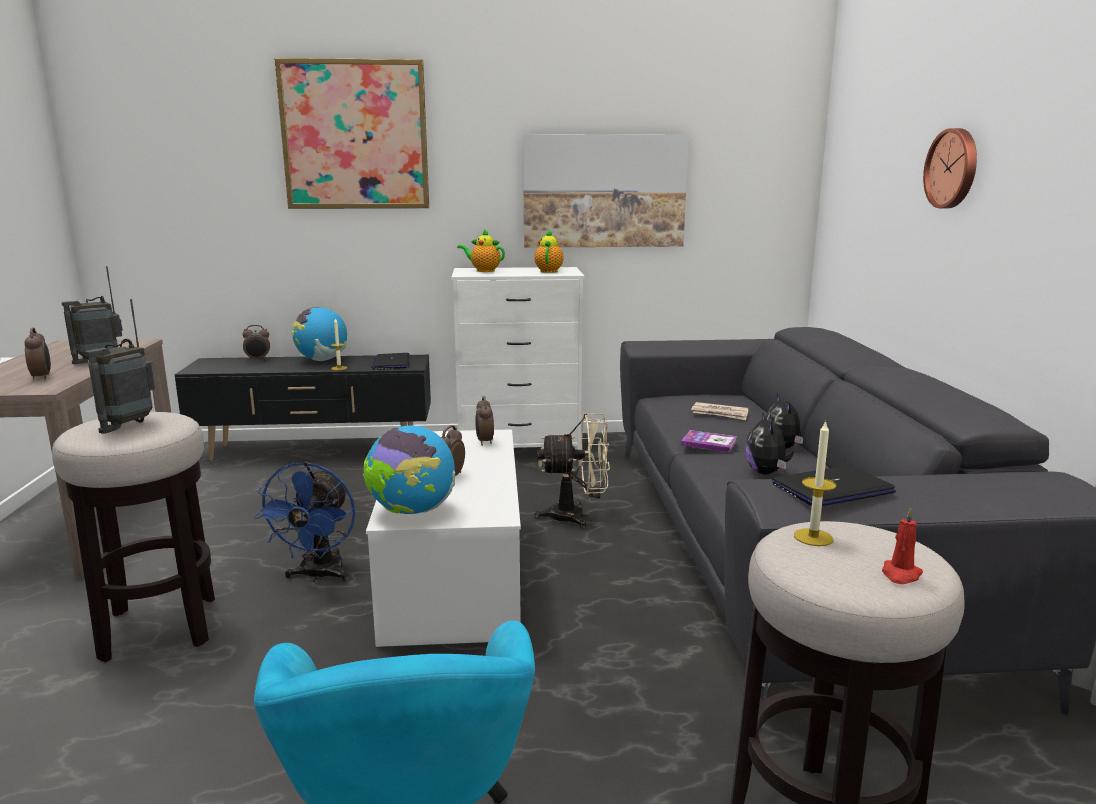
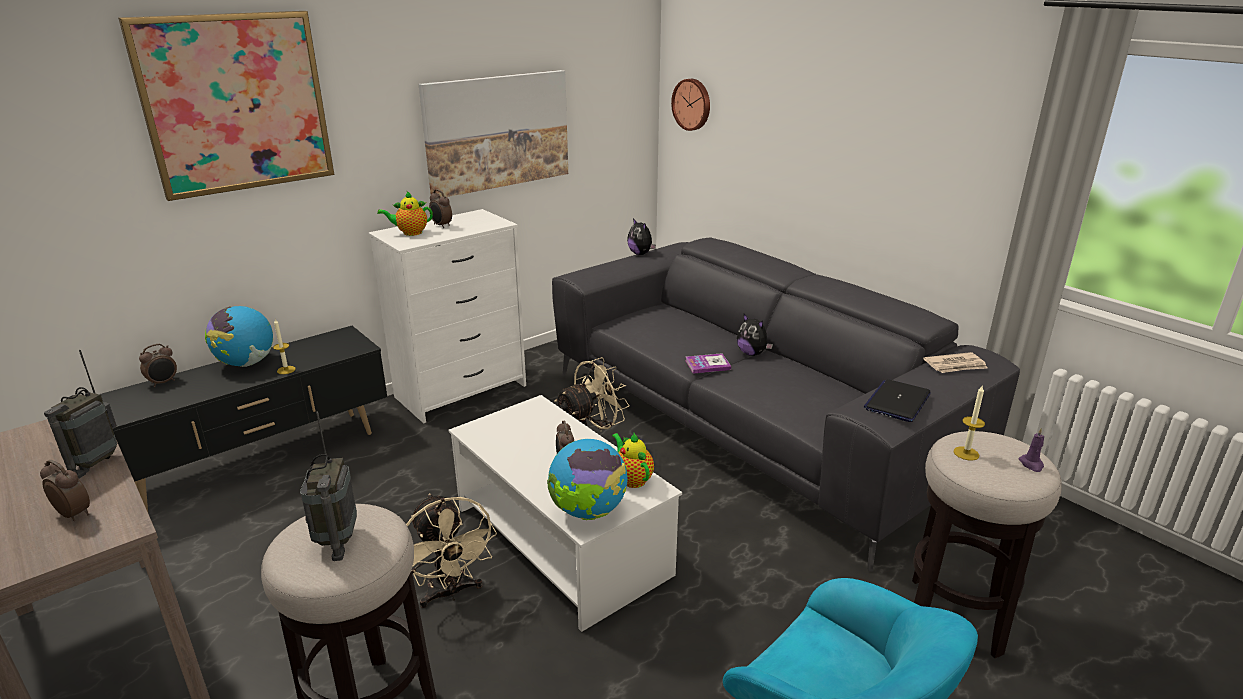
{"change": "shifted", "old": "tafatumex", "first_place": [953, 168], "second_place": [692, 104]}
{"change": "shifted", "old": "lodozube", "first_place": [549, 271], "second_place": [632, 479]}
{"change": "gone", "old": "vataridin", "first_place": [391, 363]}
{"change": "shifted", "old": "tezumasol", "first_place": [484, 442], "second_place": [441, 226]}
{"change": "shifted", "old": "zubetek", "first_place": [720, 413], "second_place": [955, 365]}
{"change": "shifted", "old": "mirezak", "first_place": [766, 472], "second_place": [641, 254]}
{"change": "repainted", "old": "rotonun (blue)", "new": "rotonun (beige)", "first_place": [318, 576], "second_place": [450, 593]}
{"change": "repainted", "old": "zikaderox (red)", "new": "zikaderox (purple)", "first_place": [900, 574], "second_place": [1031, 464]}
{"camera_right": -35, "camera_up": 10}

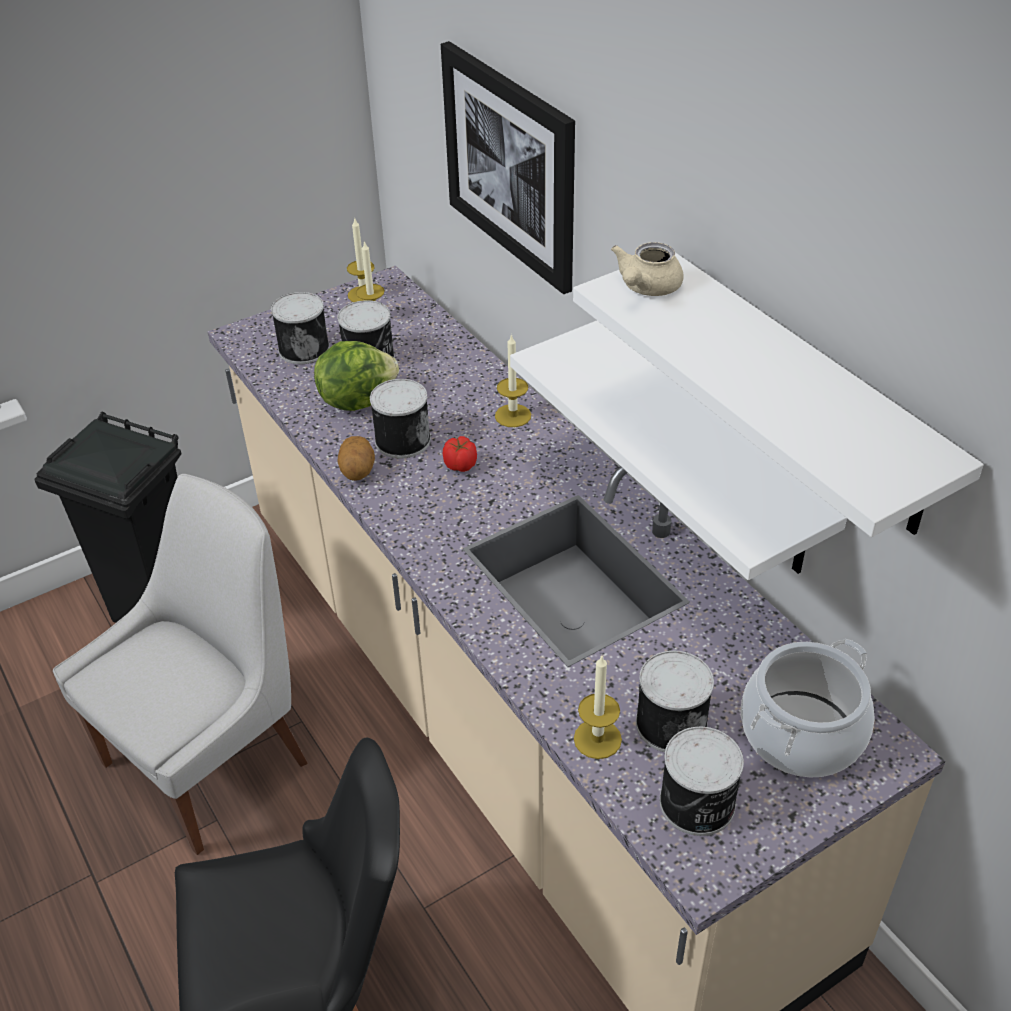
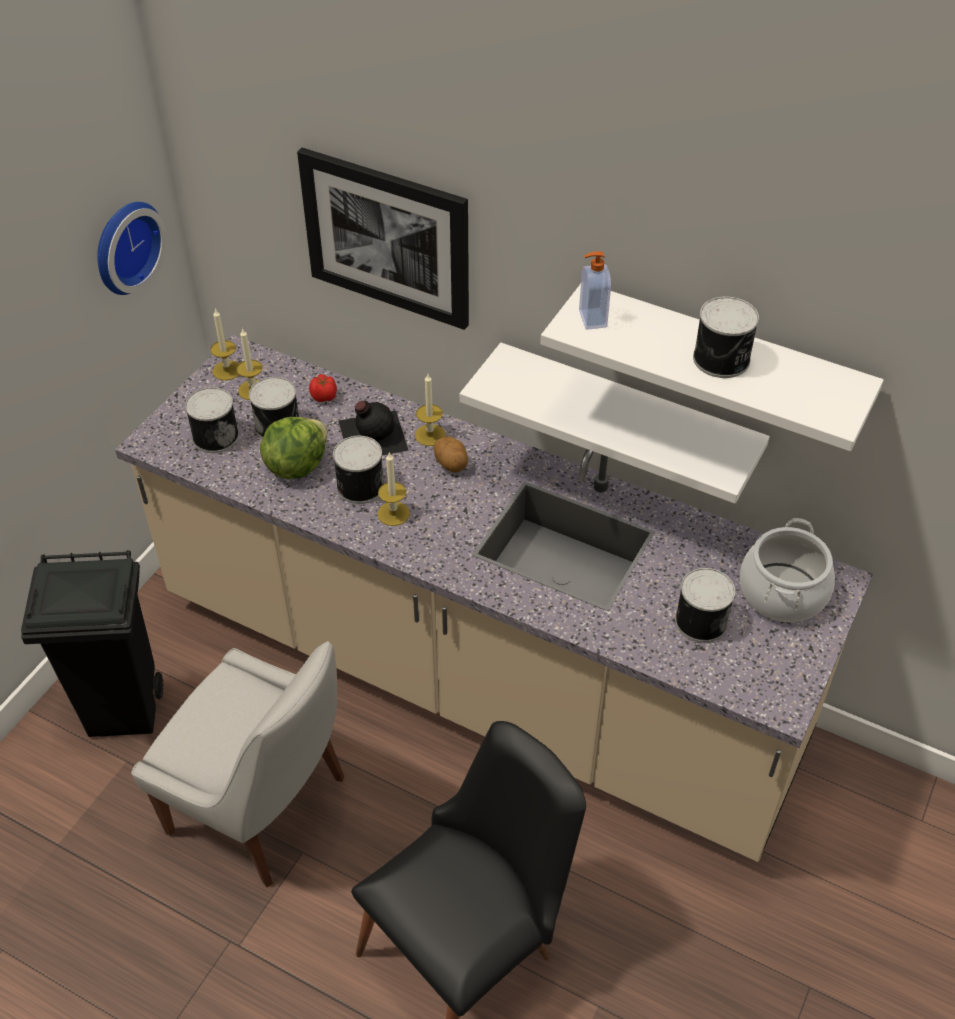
{"change": "swapped", "old": "lodozube (beige)", "new": "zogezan", "first_place": [646, 288], "second_place": [591, 319]}
{"change": "shifted", "old": "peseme", "first_place": [358, 471], "second_place": [451, 464]}
{"change": "shifted", "old": "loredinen", "first_place": [461, 465], "second_place": [324, 397]}
{"change": "rotated", "old": "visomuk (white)", "first_place": [212, 758], "second_place": [263, 808], "degrees": 105}
{"change": "shifted", "old": "zikaderox", "first_place": [597, 739], "second_place": [393, 513]}
{"change": "shifted", "old": "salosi", "first_place": [698, 805], "second_place": [722, 360]}
{"change": "new", "new": "tafatumex", "second_place": [124, 246]}
{"change": "new", "new": "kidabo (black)", "second_place": [371, 434]}
{"camera_right": -30, "camera_up": 5}

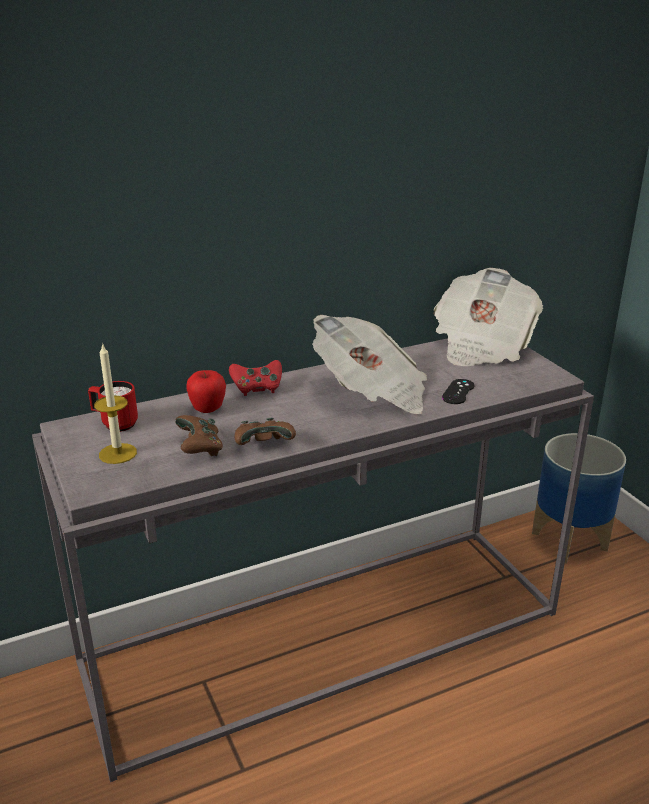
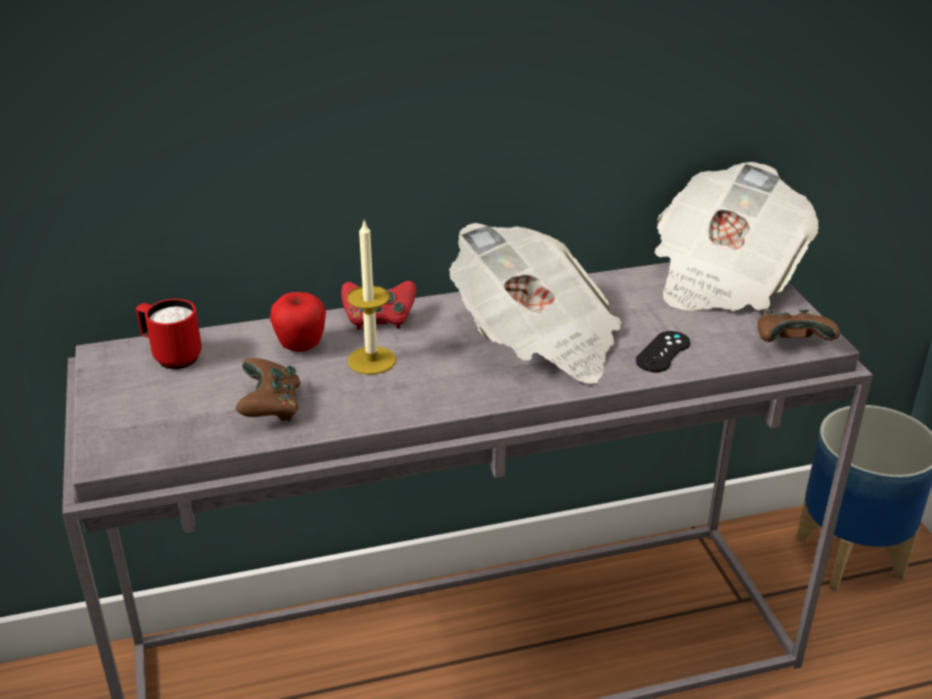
{"change": "shifted", "old": "zikaderox", "first_place": [118, 453], "second_place": [371, 360]}
{"change": "shifted", "old": "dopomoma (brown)", "first_place": [264, 446], "second_place": [791, 344]}
{"camera_right": 10, "camera_up": 5}

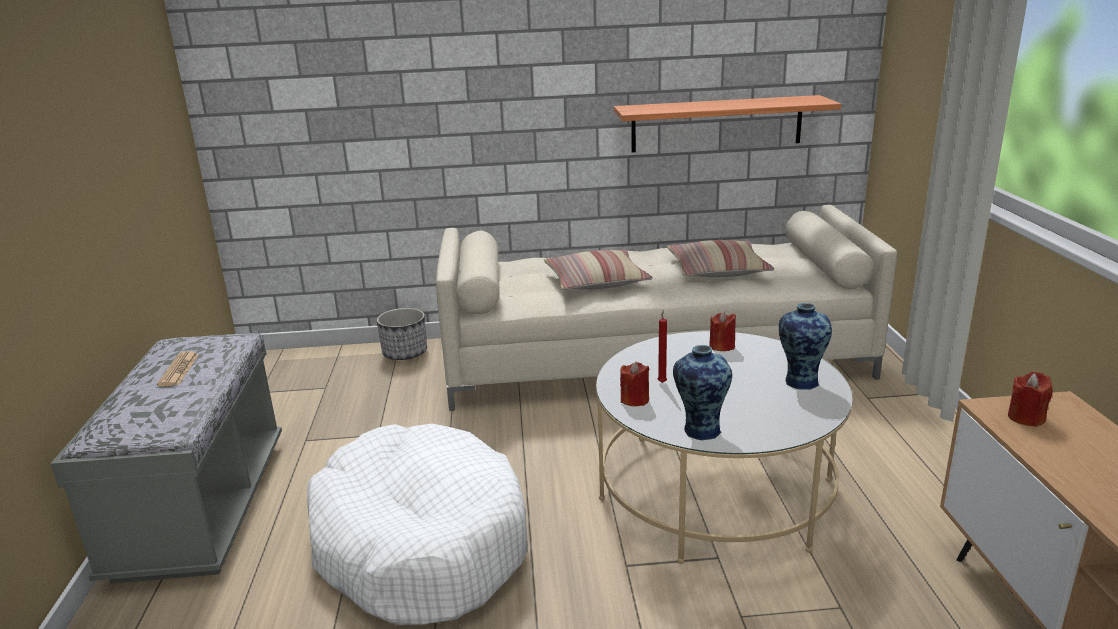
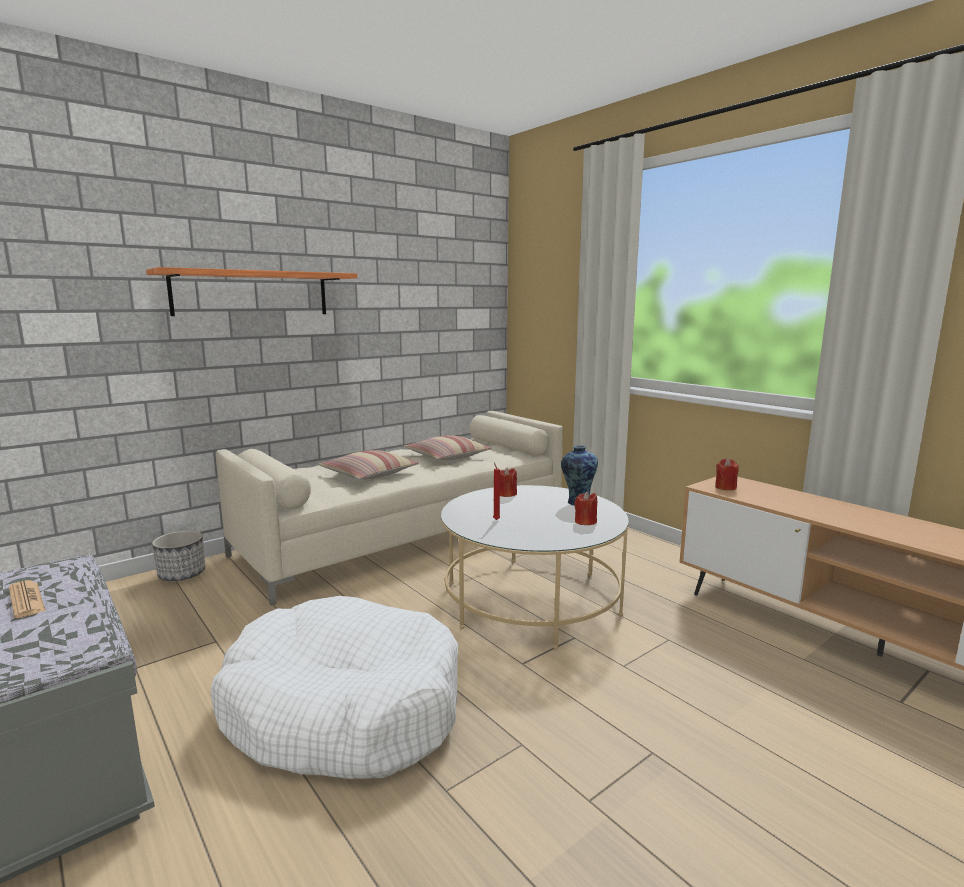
{"change": "shifted", "old": "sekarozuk", "first_place": [716, 124], "second_place": [252, 293]}
{"change": "gone", "old": "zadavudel", "first_place": [700, 430]}
{"change": "shifted", "old": "zikaderox (red)", "first_place": [634, 400], "second_place": [585, 522]}
{"camera_right": -35, "camera_up": -10}

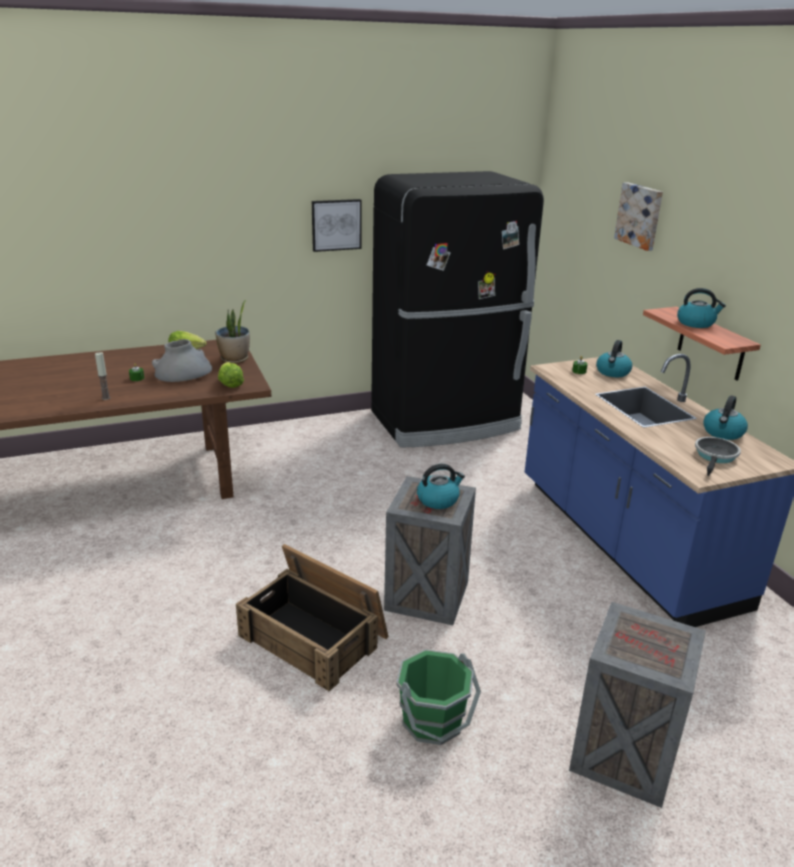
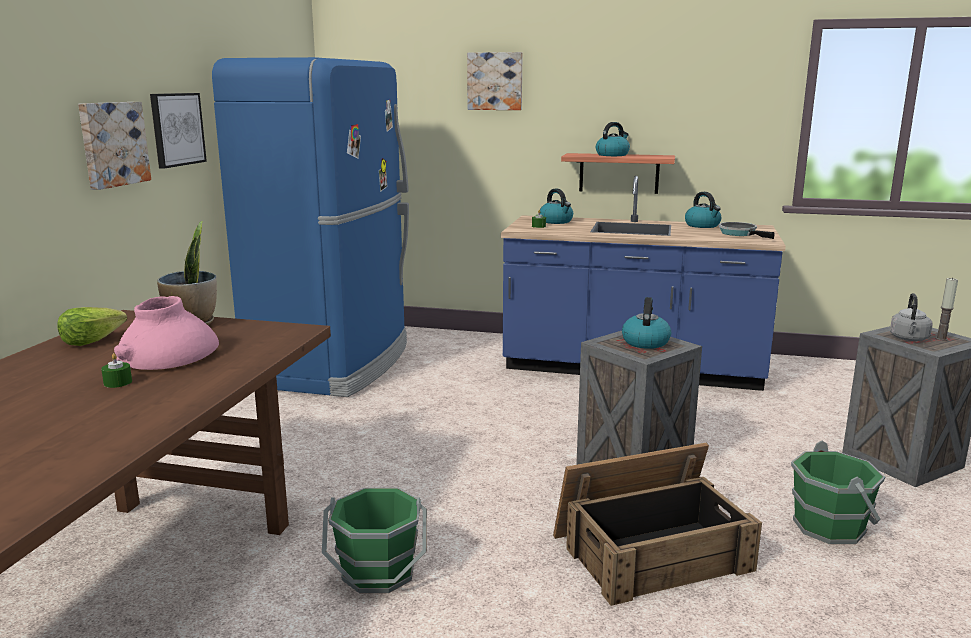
{"change": "repainted", "old": "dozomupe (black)", "new": "dozomupe (blue)", "first_place": [446, 421], "second_place": [334, 364]}
{"change": "repainted", "old": "zadavudel (grey)", "new": "zadavudel (pink)", "first_place": [183, 373], "second_place": [168, 354]}
{"change": "shifted", "old": "zikaderox", "first_place": [106, 398], "second_place": [941, 339]}
{"change": "gone", "old": "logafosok", "first_place": [230, 383]}
{"change": "new", "new": "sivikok", "second_place": [112, 144]}
{"change": "new", "new": "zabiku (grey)", "second_place": [909, 339]}
{"change": "new", "new": "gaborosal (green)", "second_place": [378, 572]}
{"camera_right": -55, "camera_up": -10}

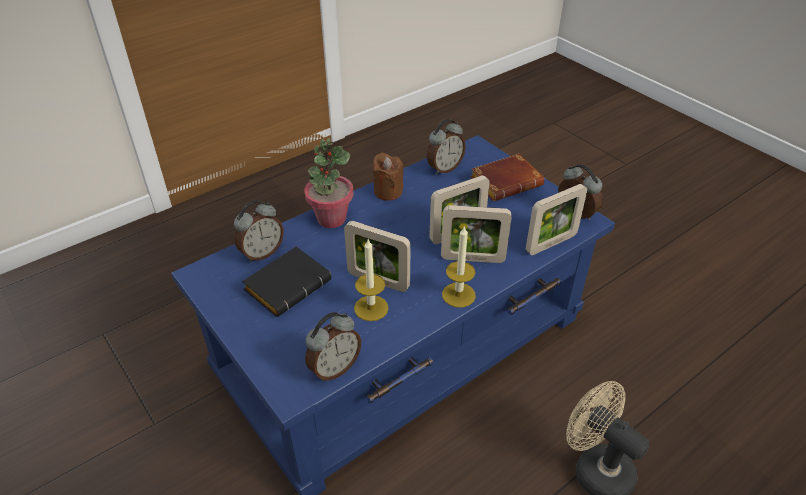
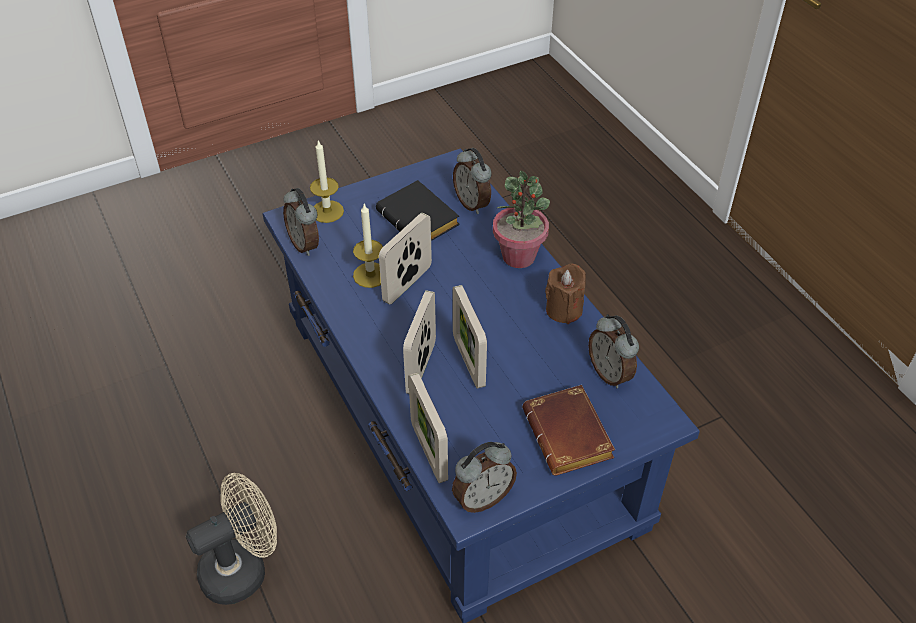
{"change": "shifted", "old": "zikaderox", "first_place": [458, 295], "second_place": [327, 211]}
{"camera_right": 100, "camera_up": 5}

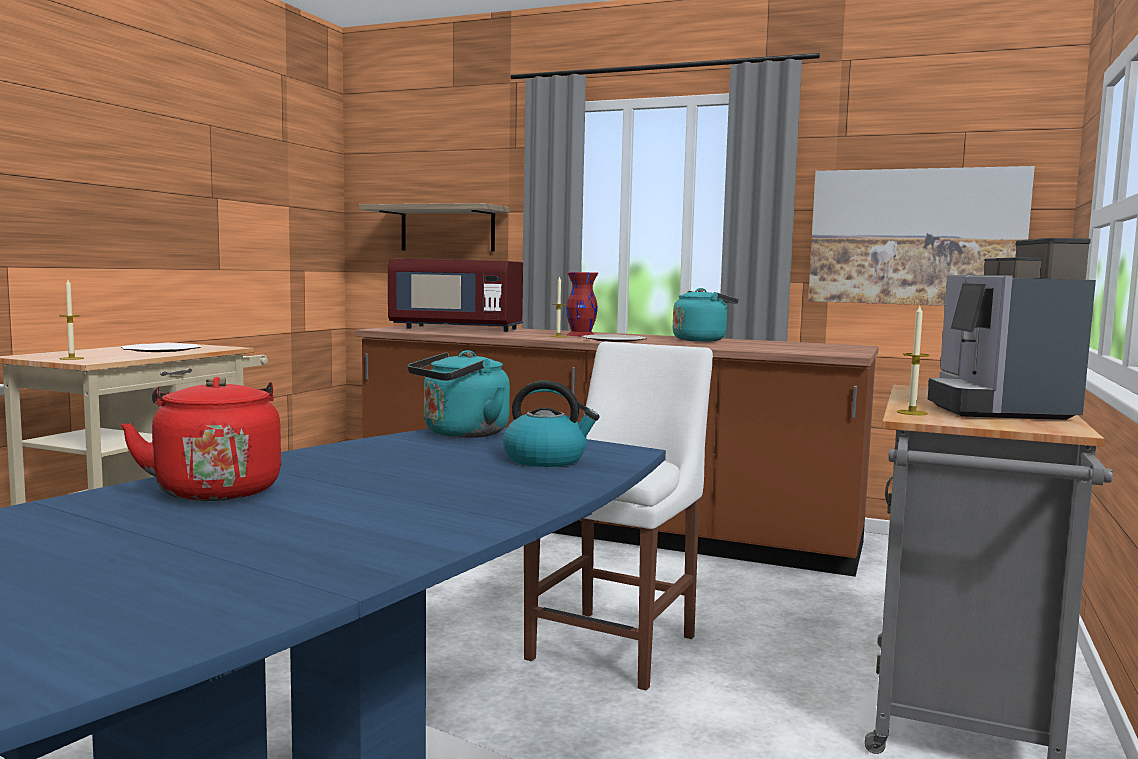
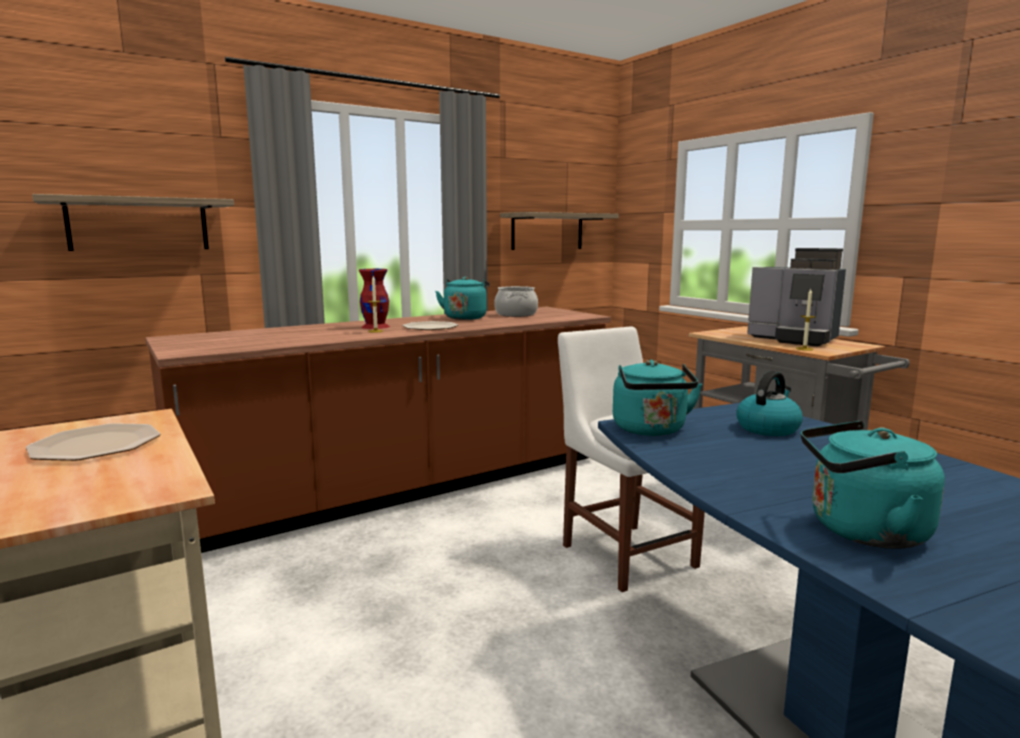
{"change": "swapped", "old": "sivikok", "new": "sekarozuk", "first_place": [915, 237], "second_place": [547, 231]}
{"change": "gone", "old": "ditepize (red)", "first_place": [457, 329]}
{"change": "gone", "old": "zikaderox", "first_place": [71, 358]}
{"change": "repainted", "old": "zabiku (red)", "new": "zabiku (turquoise)", "first_place": [216, 490], "second_place": [861, 531]}
{"change": "new", "new": "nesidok", "second_place": [515, 314]}
{"camera_right": -55, "camera_up": 5}

